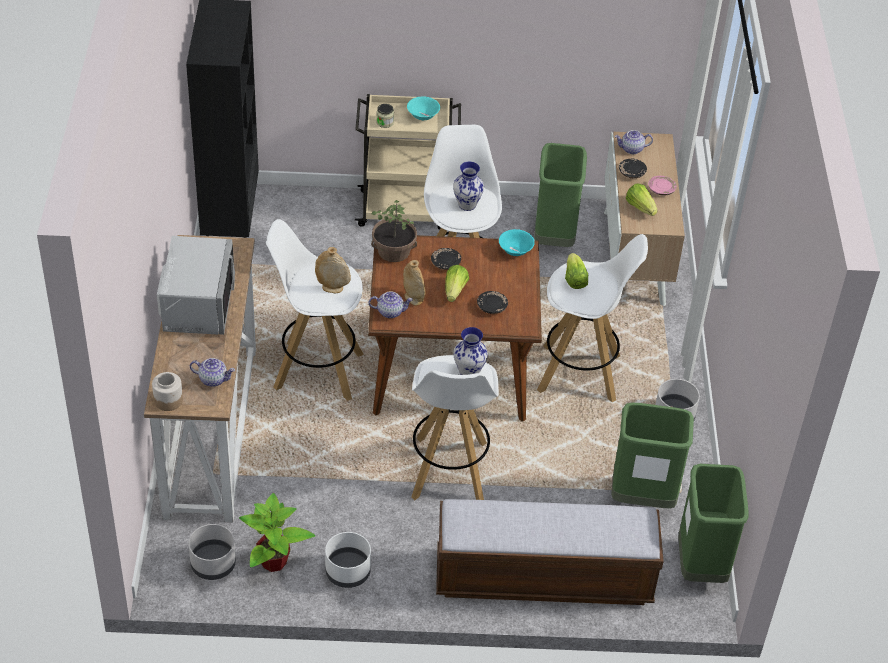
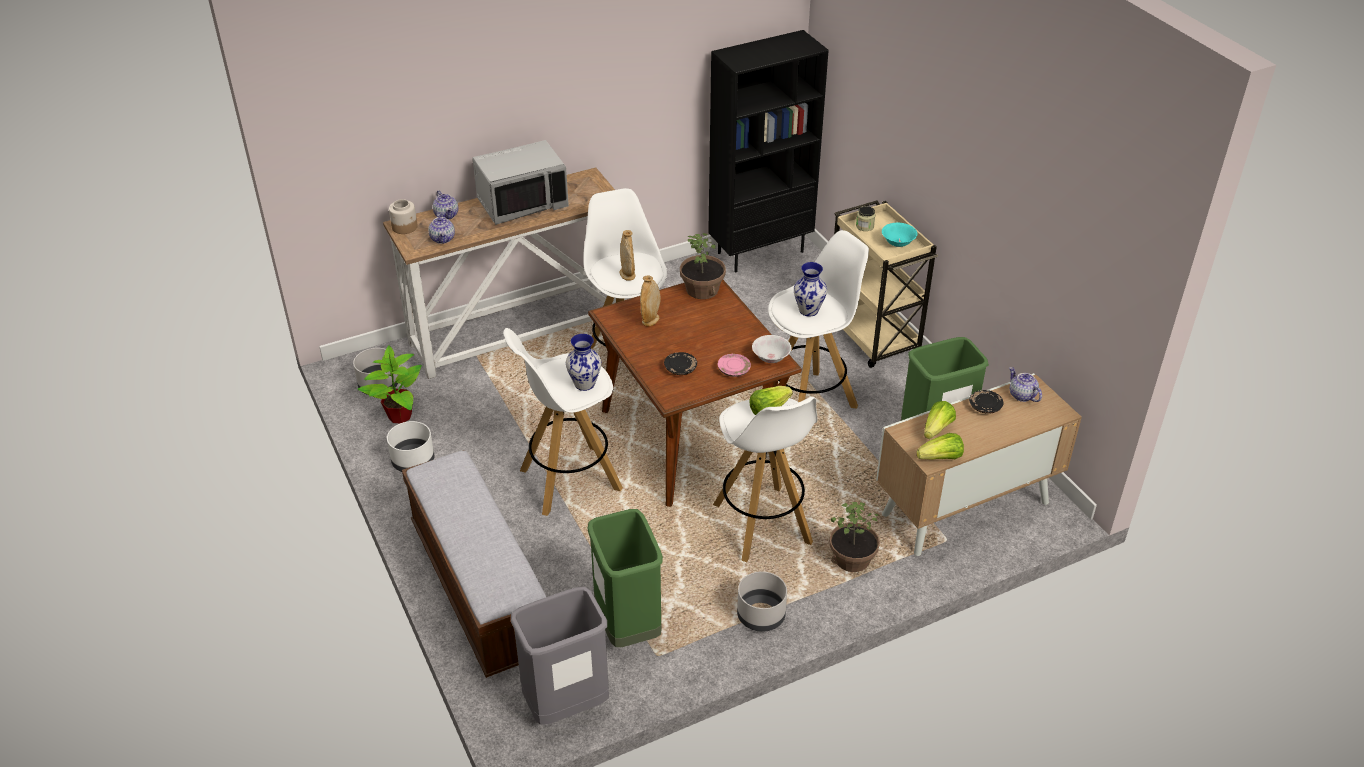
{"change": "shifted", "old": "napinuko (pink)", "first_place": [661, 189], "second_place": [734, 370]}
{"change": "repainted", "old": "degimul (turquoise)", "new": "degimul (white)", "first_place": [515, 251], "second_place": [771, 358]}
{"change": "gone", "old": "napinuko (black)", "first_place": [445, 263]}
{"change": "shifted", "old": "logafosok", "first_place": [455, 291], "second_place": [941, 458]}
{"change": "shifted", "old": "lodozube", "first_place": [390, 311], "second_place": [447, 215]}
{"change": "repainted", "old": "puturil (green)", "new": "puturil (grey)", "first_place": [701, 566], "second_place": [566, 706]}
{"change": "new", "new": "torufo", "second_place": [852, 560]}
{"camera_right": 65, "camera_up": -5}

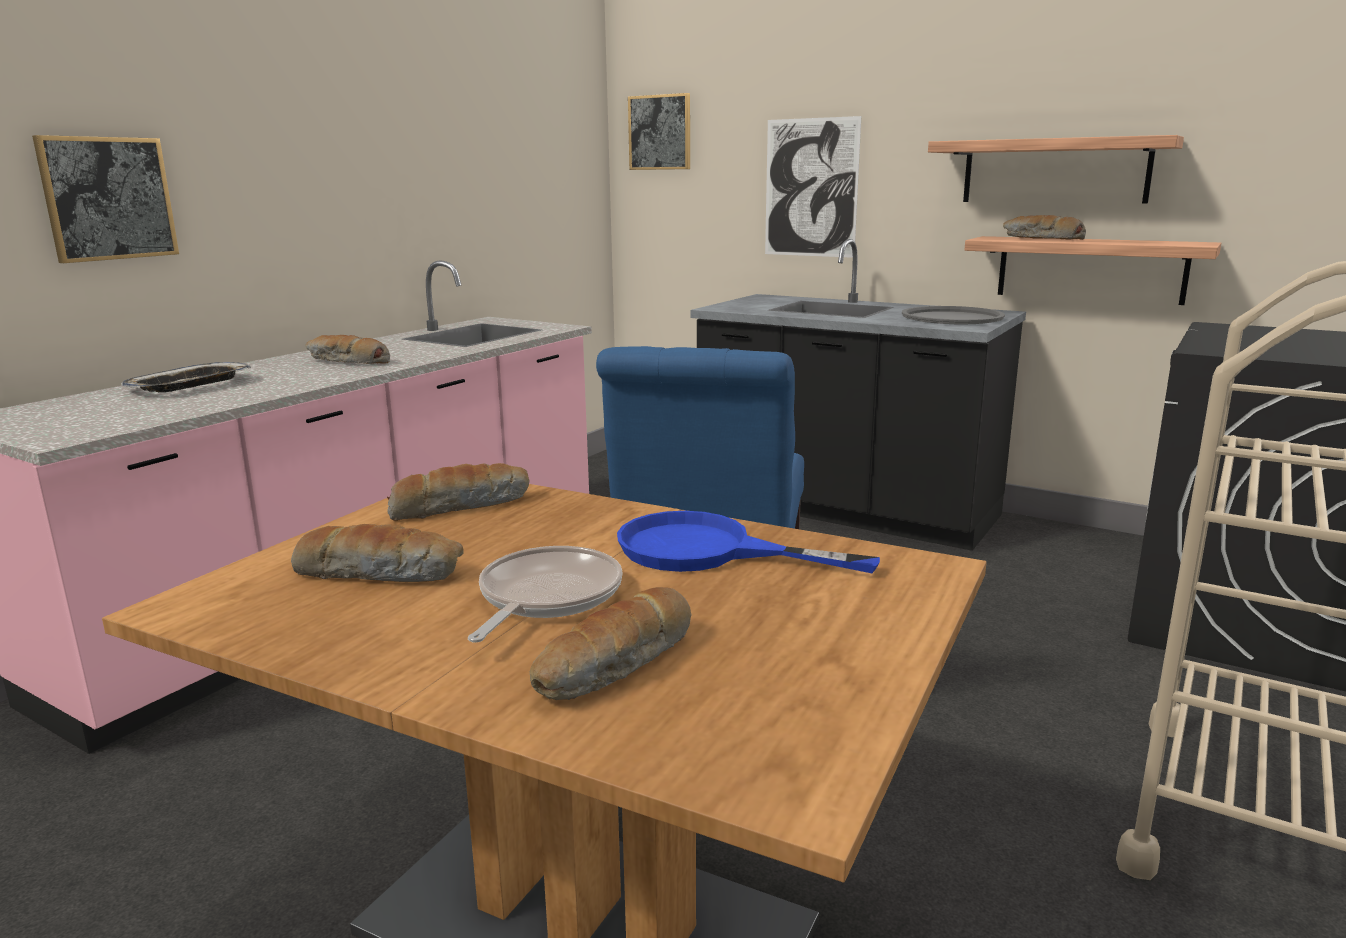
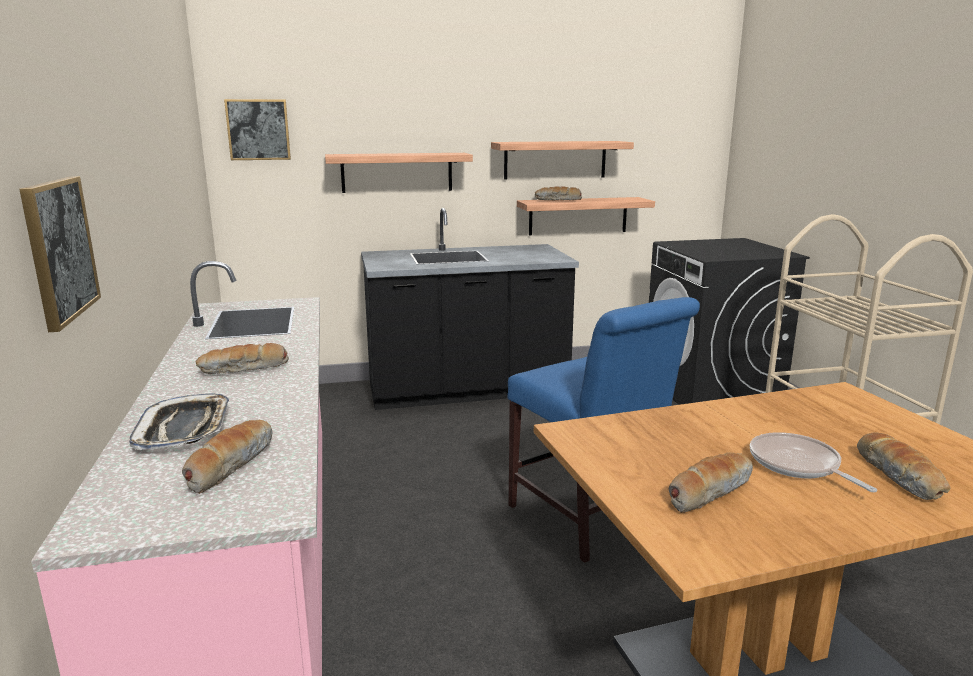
{"change": "swapped", "old": "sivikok", "new": "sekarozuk", "first_place": [811, 188], "second_place": [397, 172]}
{"change": "gone", "old": "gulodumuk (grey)", "first_place": [952, 317]}
{"change": "shifted", "old": "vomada", "first_place": [460, 506], "second_place": [230, 464]}
{"change": "gone", "old": "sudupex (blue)", "first_place": [708, 551]}
{"camera_right": -45, "camera_up": 0}

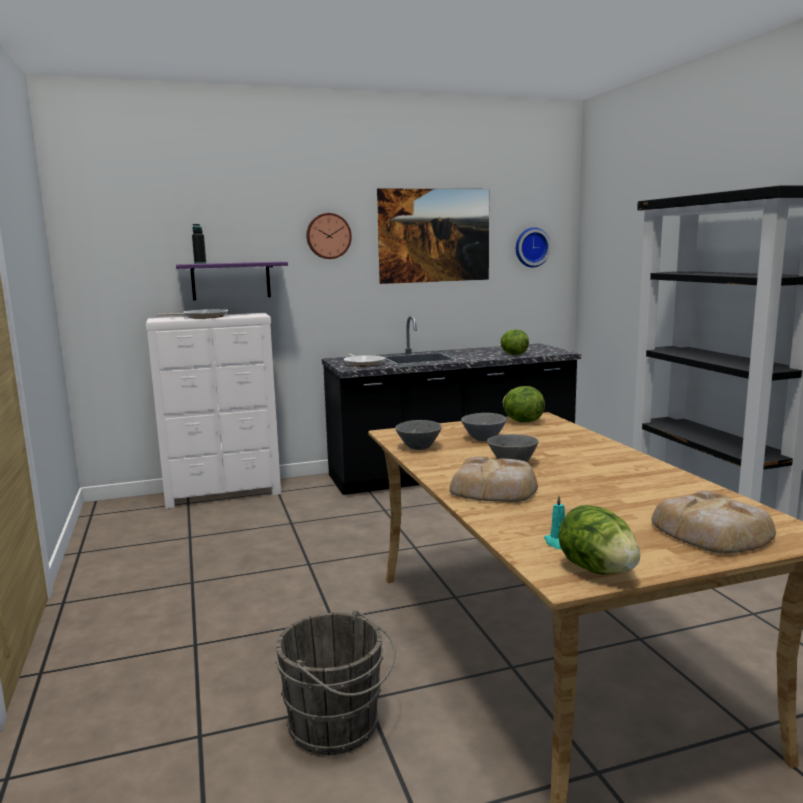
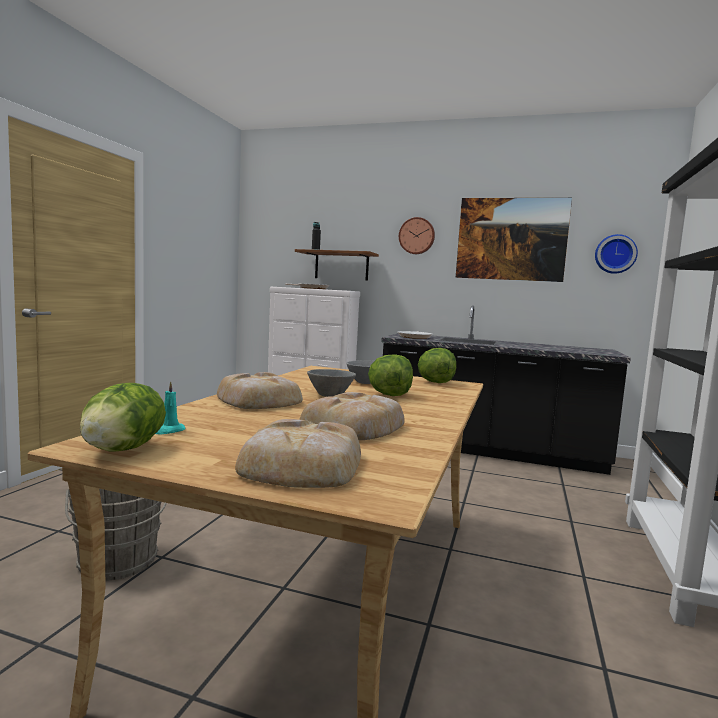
{"change": "repainted", "old": "sekarozuk (purple)", "new": "sekarozuk (brown)", "first_place": [231, 280], "second_place": [341, 266]}
{"change": "shifted", "old": "logafosok", "first_place": [513, 354], "second_place": [389, 395]}
{"change": "gone", "old": "degimul (grey)", "first_place": [417, 447]}
{"change": "new", "new": "vomada", "second_place": [354, 426]}
{"camera_right": 35, "camera_up": -5}

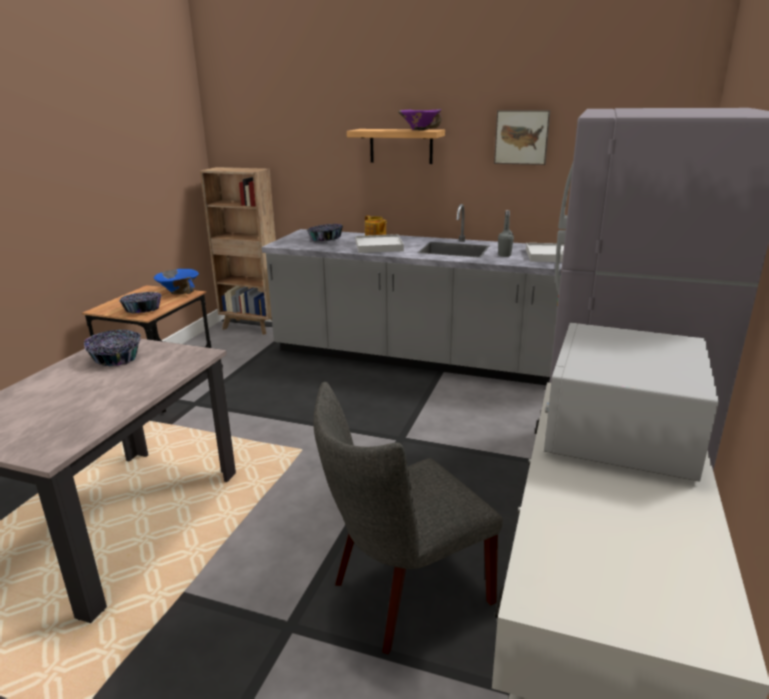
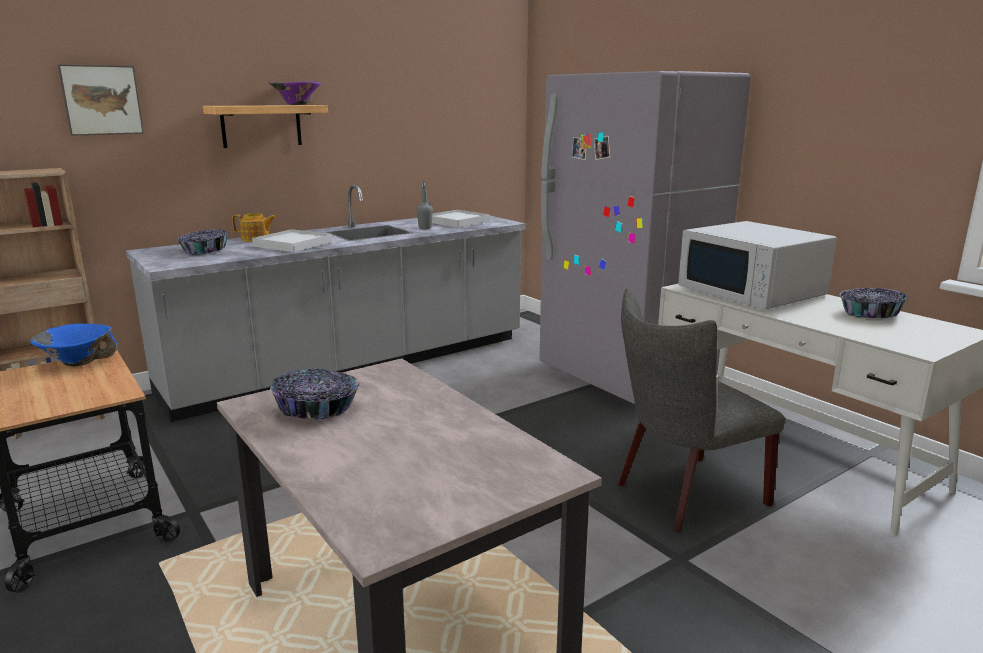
{"change": "shifted", "old": "sivikok", "first_place": [521, 137], "second_place": [101, 100]}
{"change": "shifted", "old": "degimul", "first_place": [143, 310], "second_place": [869, 313]}
{"change": "rotated", "old": "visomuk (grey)", "first_place": [403, 595], "second_place": [683, 495], "degrees": 60}
{"camera_right": -55, "camera_up": -5}

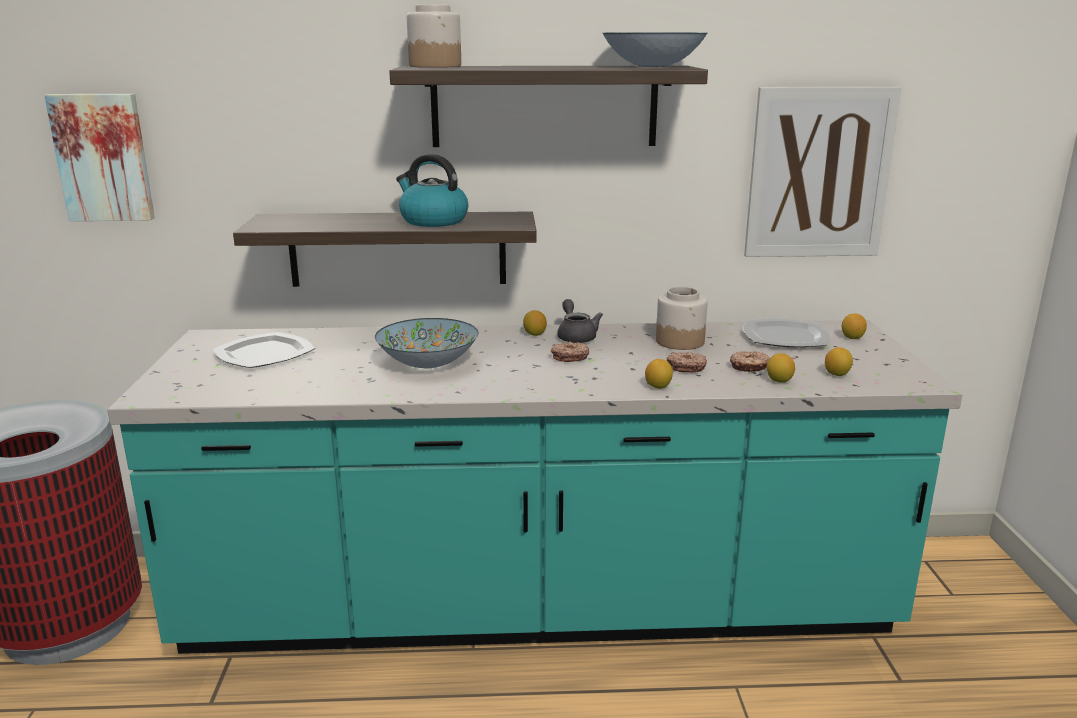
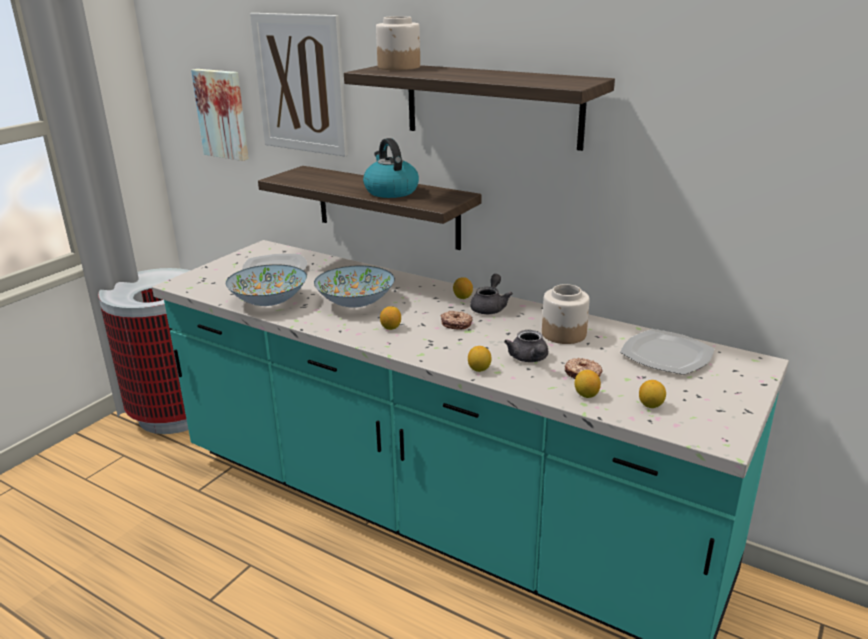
{"change": "shifted", "old": "degimul", "first_place": [652, 66], "second_place": [269, 301]}
{"change": "shifted", "old": "sivikok", "first_place": [819, 173], "second_place": [300, 84]}
{"change": "shifted", "old": "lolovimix", "first_place": [852, 337], "second_place": [391, 327]}
{"change": "swapped", "old": "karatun", "new": "lodozube (grey)", "first_place": [686, 367], "second_place": [529, 359]}
{"camera_right": 35, "camera_up": 5}

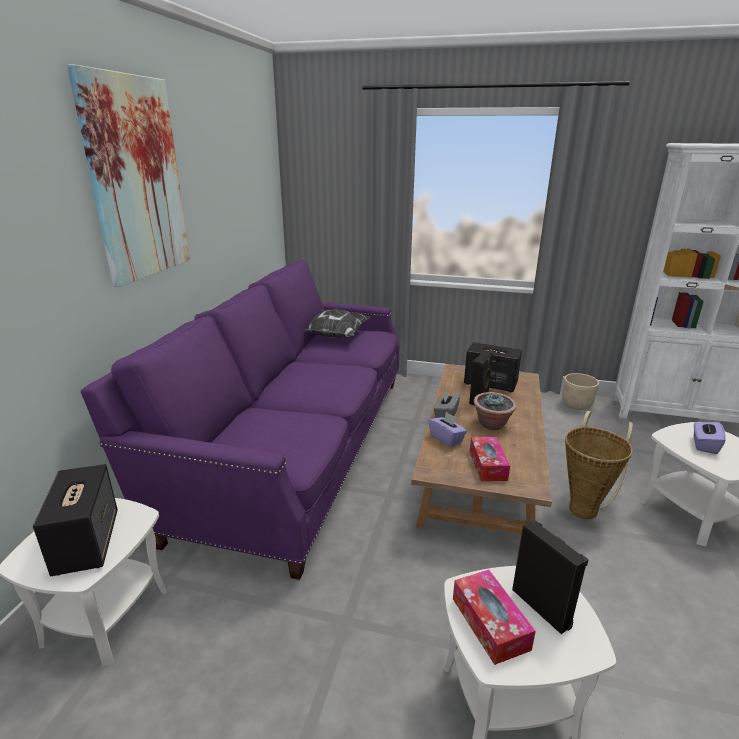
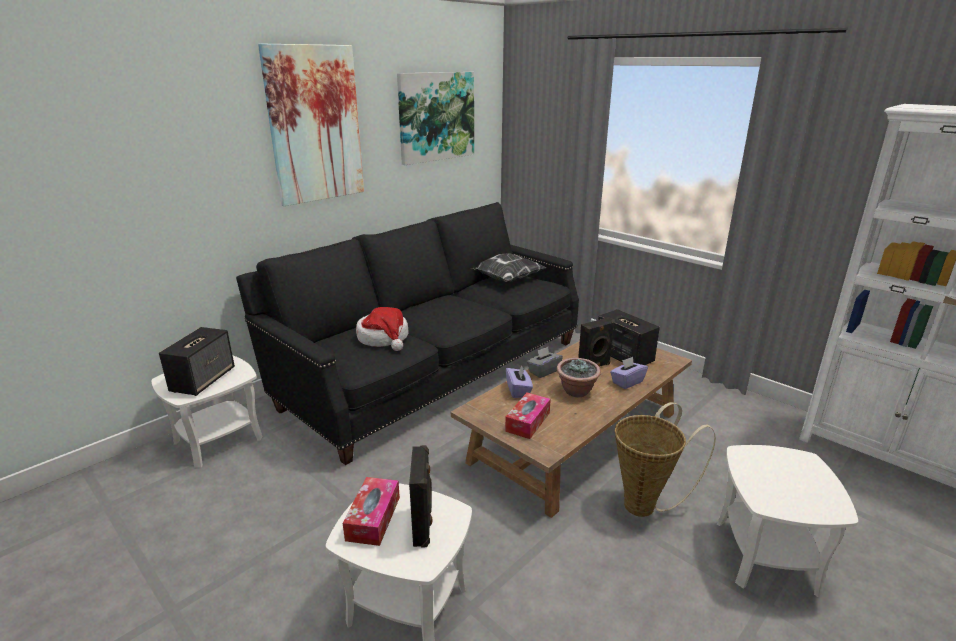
{"change": "repainted", "old": "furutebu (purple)", "new": "furutebu (black)", "first_place": [295, 445], "second_place": [433, 370]}
{"change": "gone", "old": "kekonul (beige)", "first_place": [576, 405]}
{"change": "shifted", "old": "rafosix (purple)", "first_place": [704, 445], "second_place": [627, 382]}
{"change": "new", "new": "sivikok", "second_place": [436, 117]}
{"change": "new", "new": "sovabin", "second_place": [384, 338]}
{"camera_right": 30, "camera_up": 0}

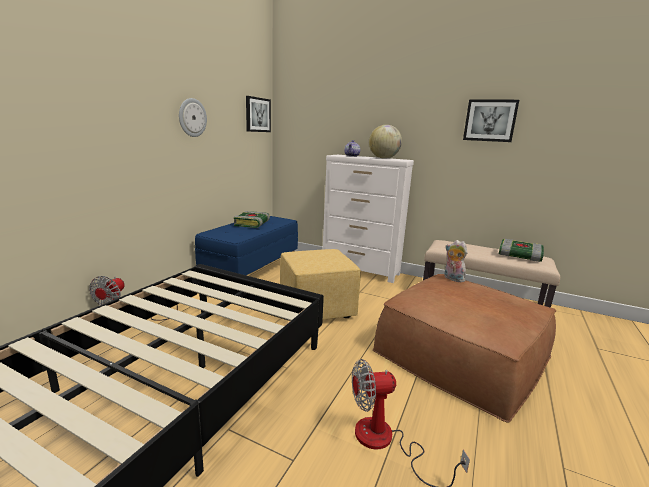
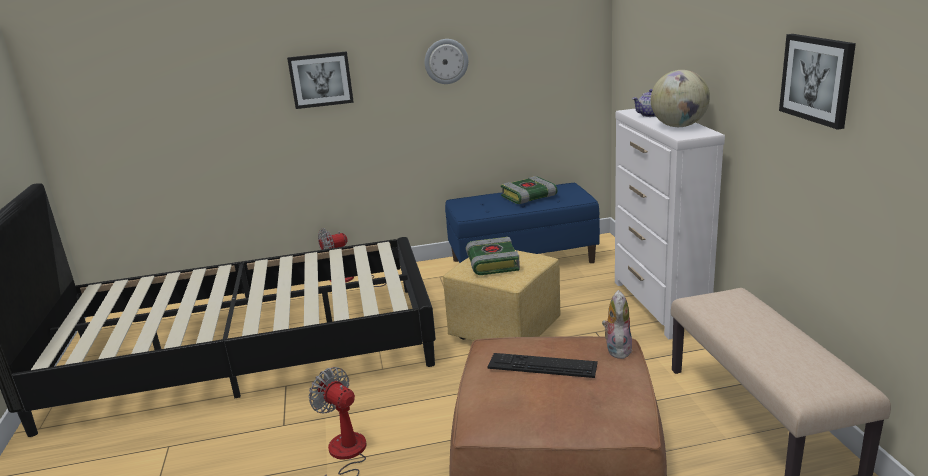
{"change": "shifted", "old": "sivikok", "first_place": [257, 115], "second_place": [321, 80]}
{"change": "shifted", "old": "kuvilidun", "first_place": [519, 255], "second_place": [491, 263]}
{"change": "new", "new": "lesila", "second_place": [542, 365]}
{"camera_right": 55, "camera_up": 5}

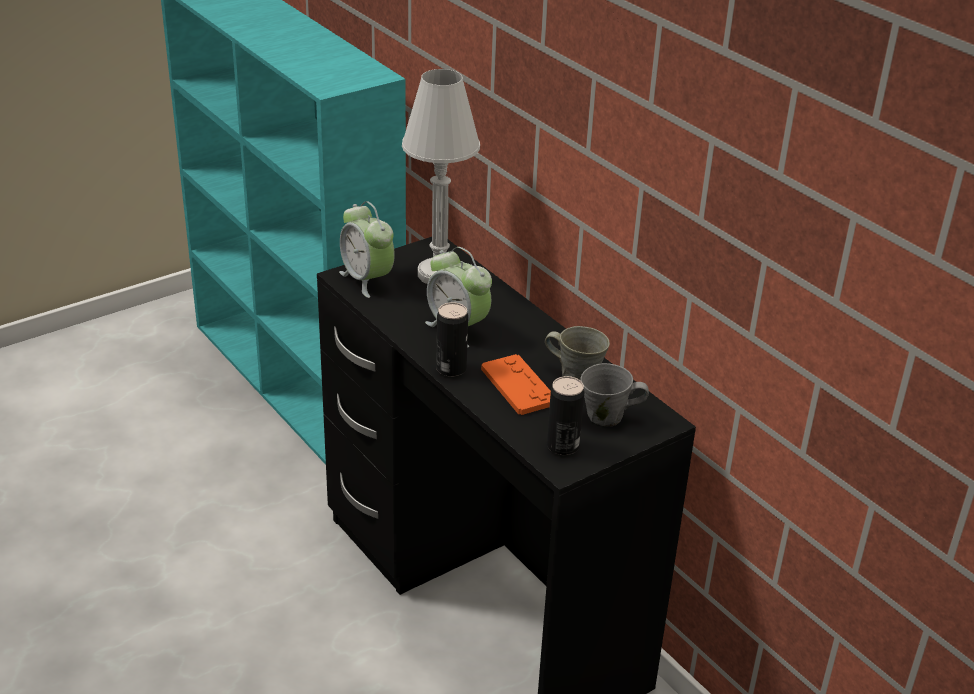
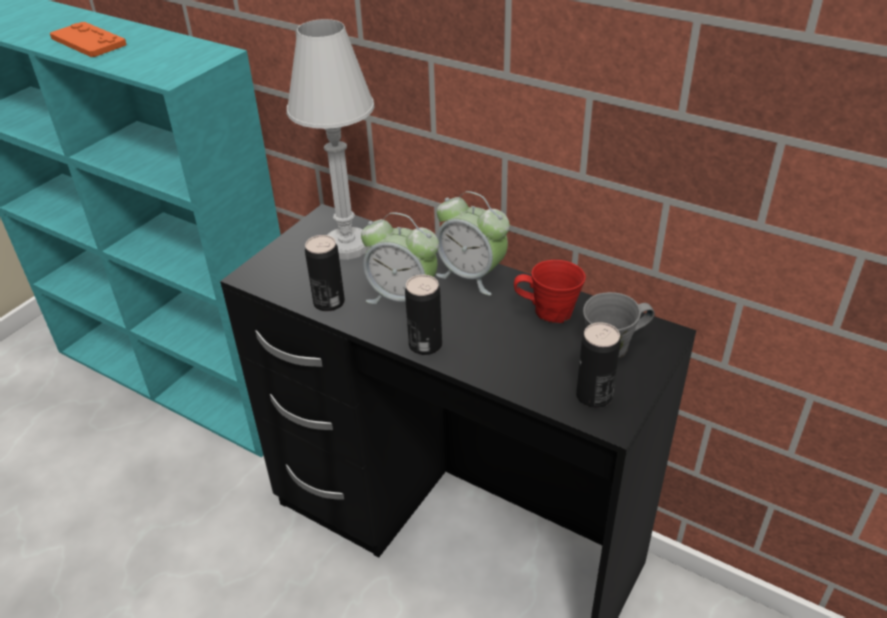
{"change": "shifted", "old": "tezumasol", "first_place": [367, 280], "second_place": [471, 276]}
{"change": "repainted", "old": "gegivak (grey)", "new": "gegivak (red)", "first_place": [576, 375], "second_place": [550, 312]}
{"change": "shifted", "old": "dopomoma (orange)", "first_place": [518, 386], "second_place": [88, 41]}
{"change": "new", "new": "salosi", "second_place": [329, 302]}
{"camera_right": -20, "camera_up": 5}

